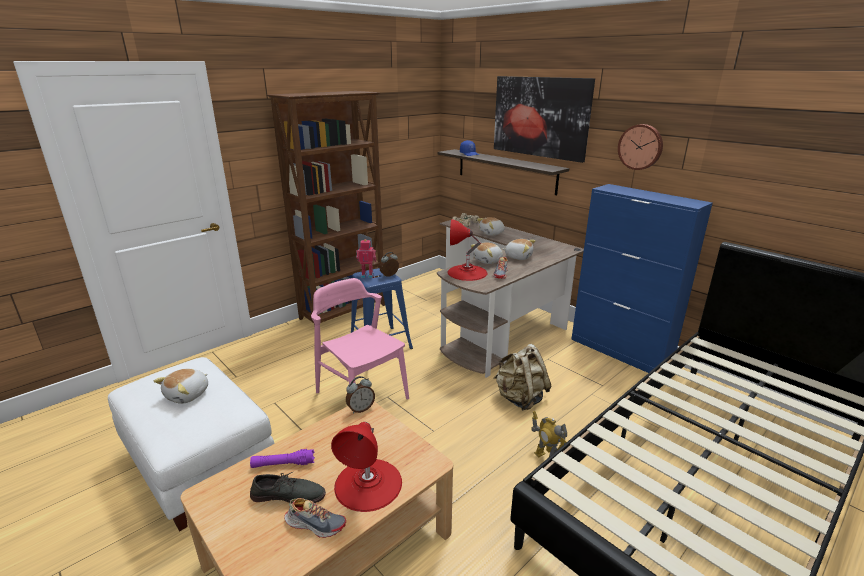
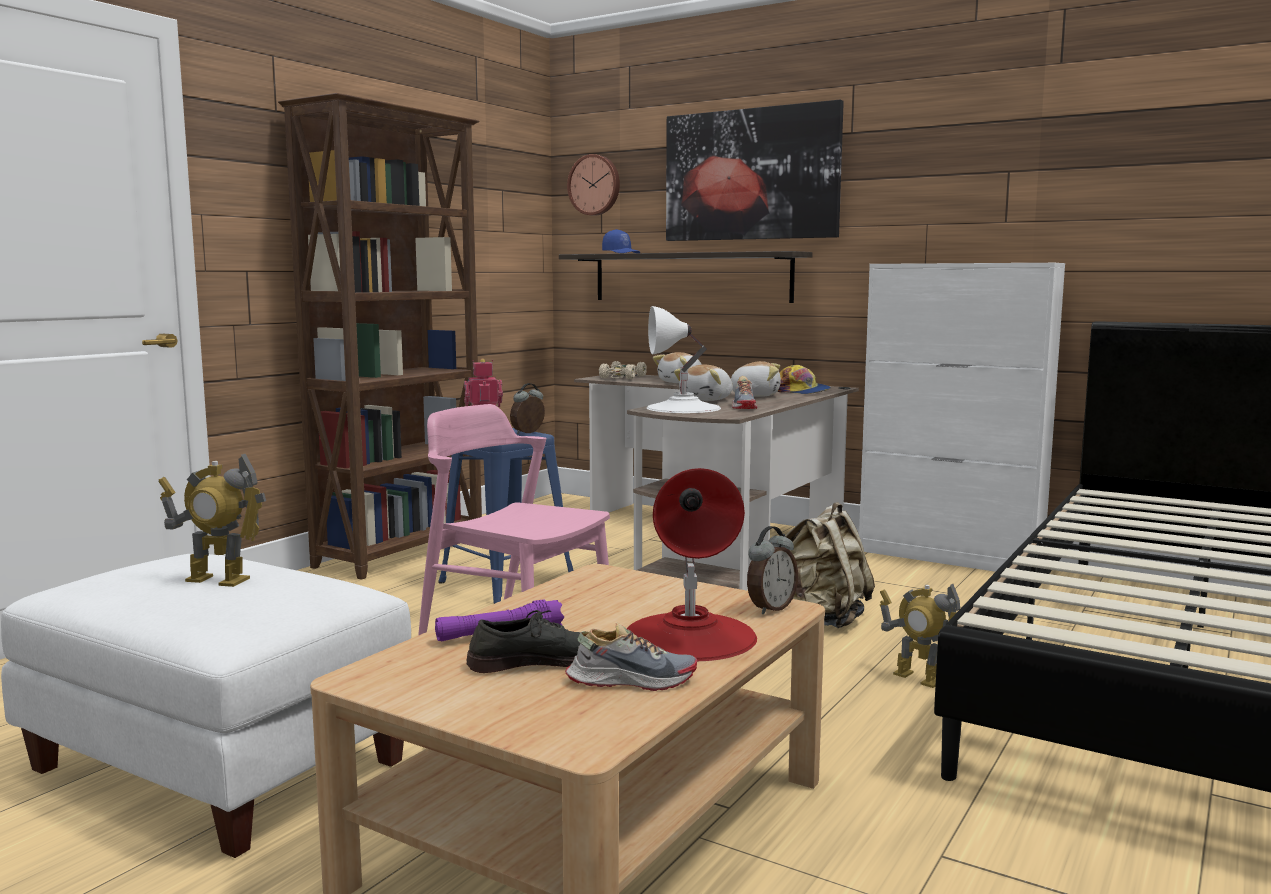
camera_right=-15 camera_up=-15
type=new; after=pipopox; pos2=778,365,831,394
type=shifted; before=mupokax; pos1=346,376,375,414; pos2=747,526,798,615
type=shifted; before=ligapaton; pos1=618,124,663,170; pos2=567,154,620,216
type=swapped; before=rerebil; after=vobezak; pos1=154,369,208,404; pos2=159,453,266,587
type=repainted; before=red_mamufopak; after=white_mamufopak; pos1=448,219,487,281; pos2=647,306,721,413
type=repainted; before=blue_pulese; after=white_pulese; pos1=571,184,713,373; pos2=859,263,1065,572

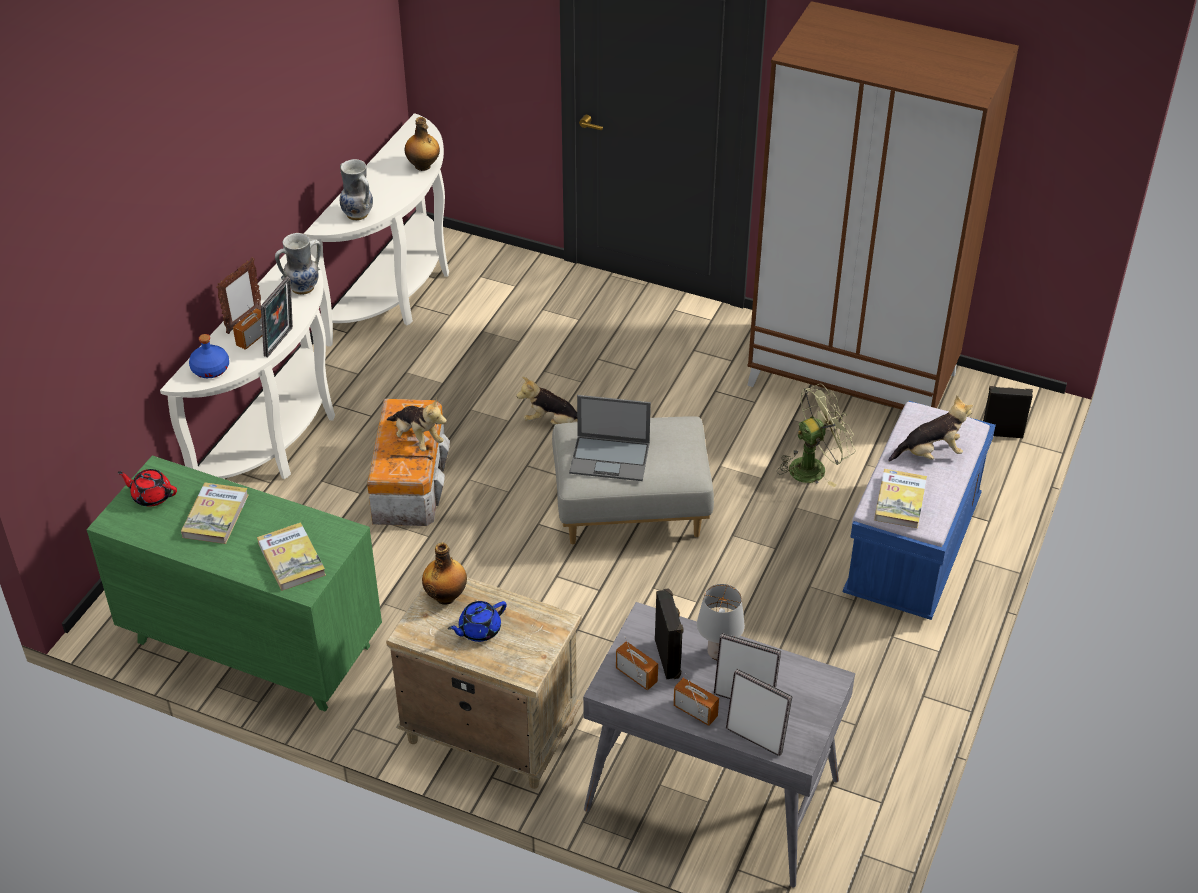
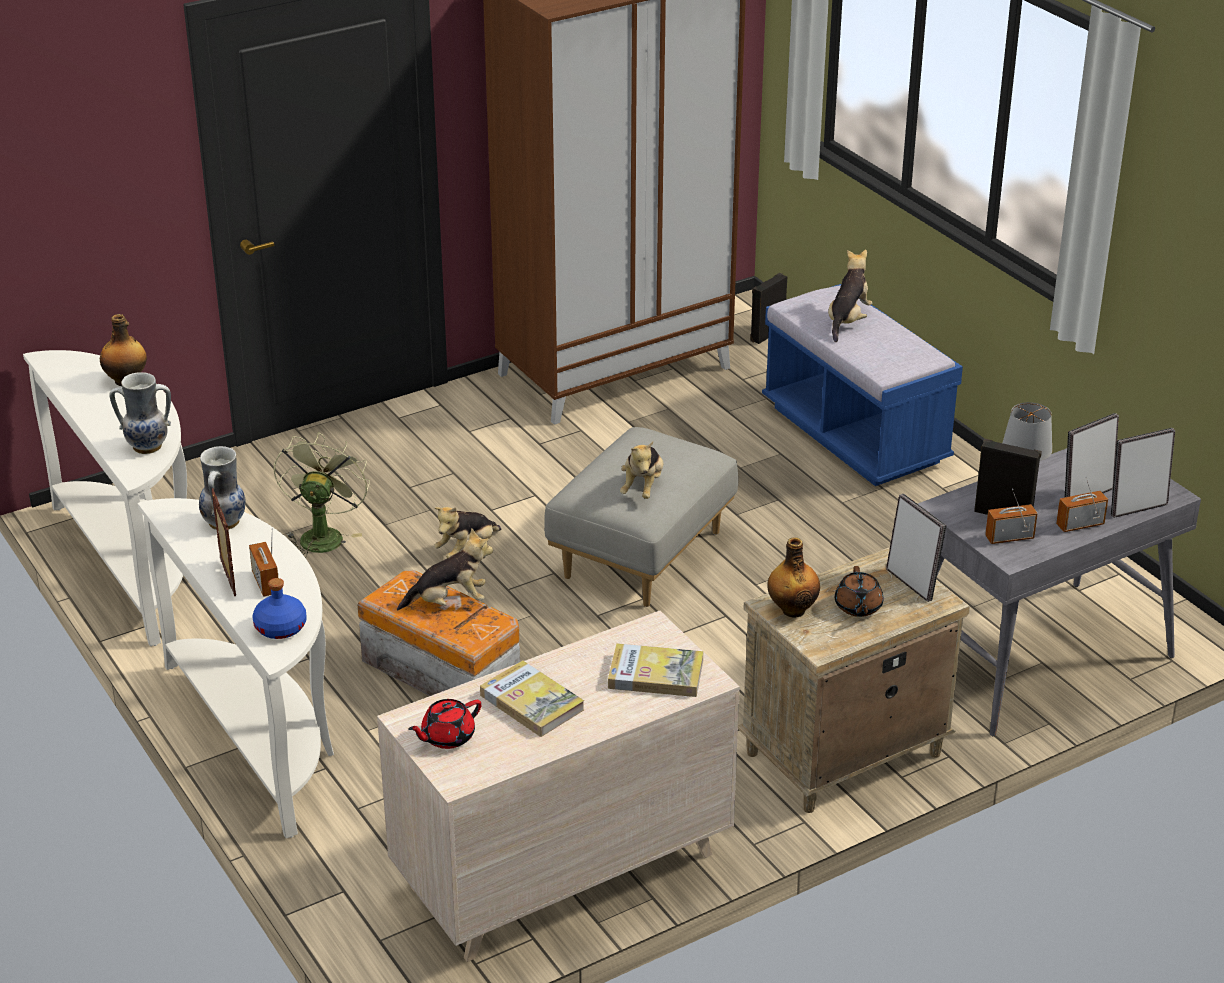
camera_right=-55 camera_up=-10
type=gone; before=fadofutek; pos1=874,469,927,528
type=shifted; before=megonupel; pos1=261,276,293,357; pos2=886,494,947,602
type=shifted; before=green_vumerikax; pos1=777,383,856,487; pos2=274,432,370,558
type=swapped; before=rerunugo; after=rerebil; pos1=569,395,651,481; pos2=620,442,663,499
type=repainted; before=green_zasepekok; after=beige_zasepekok; pos1=86,455,382,712; pos2=377,611,740,962
type=repainted; before=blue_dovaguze; after=brown_dovaguze; pos1=448,601,507,642; pos2=835,566,883,617

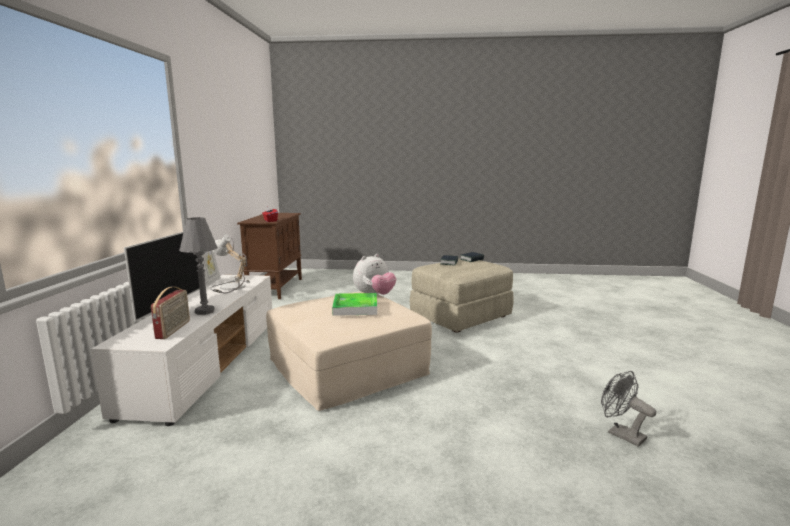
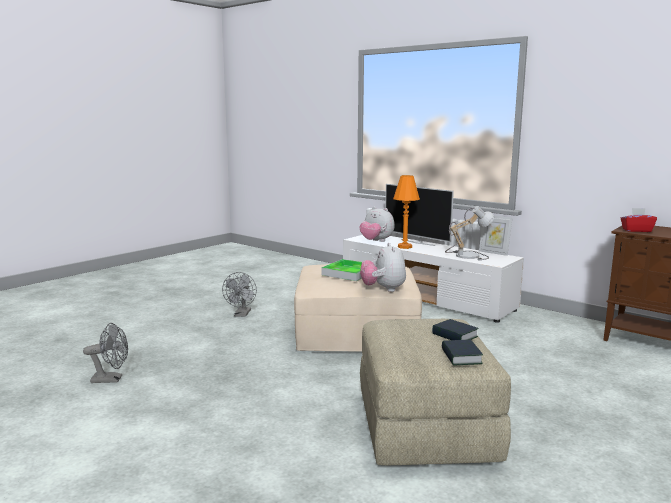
camera_right=125 camera_up=0
type=new; after=grey_vumerikax; pos2=222,272,257,317
type=swapped; before=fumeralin; after=rerebil; pos1=151,287,190,339; pos2=360,207,395,242
type=repainted; before=grey_mamufopak; after=orange_mamufopak; pos1=179,217,217,315; pos2=393,175,420,249

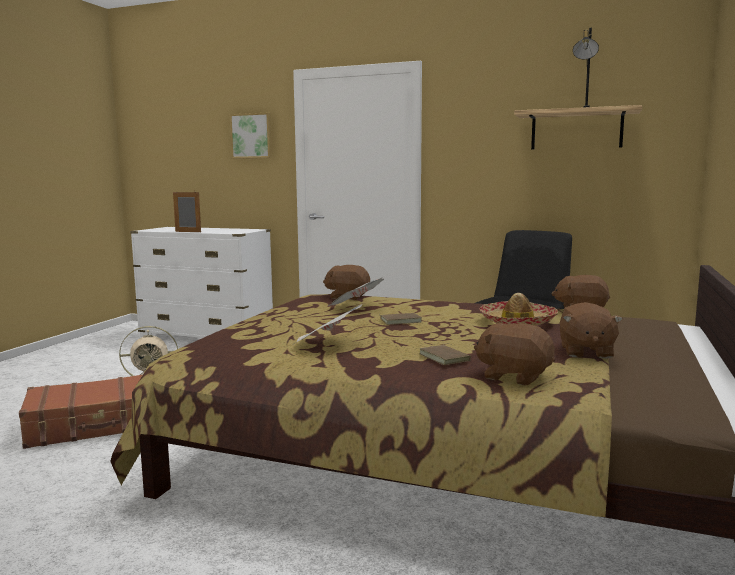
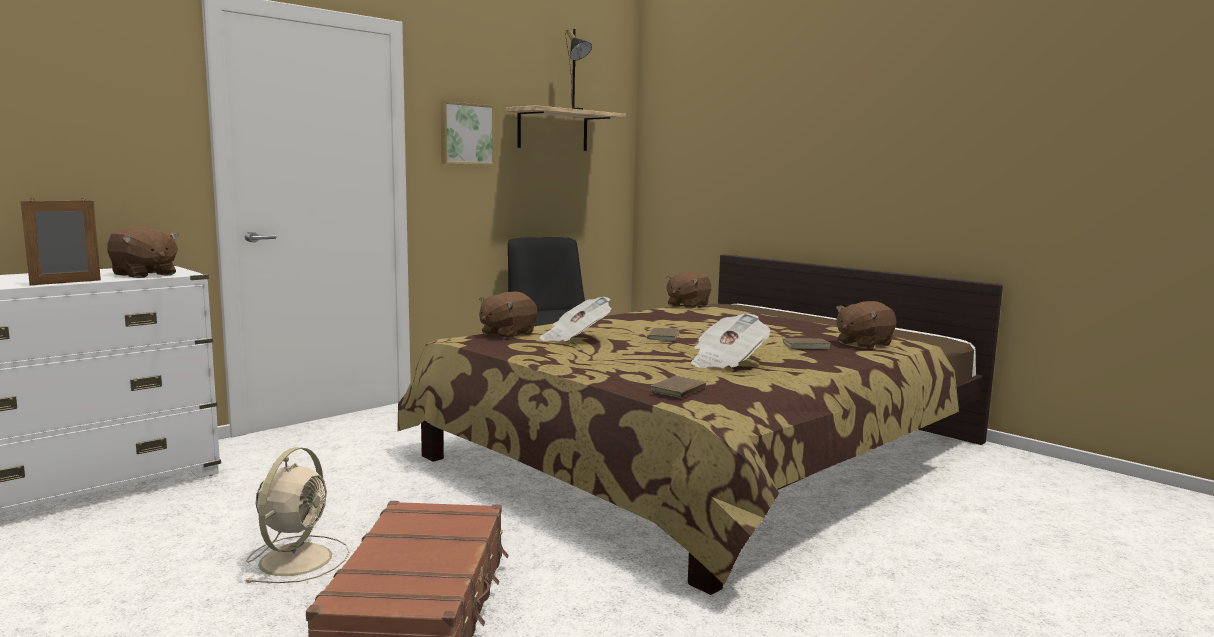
camera_right=-65 camera_up=0
type=gone; before=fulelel; pos1=479,293,558,326
type=new; after=brown_fadofutek; pos2=650,376,716,398
type=shifted; before=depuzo; pos1=230,113,272,159; pos2=440,101,495,165
type=shifted; before=brown_rerebil; pos1=559,302,623,359; pos2=107,226,179,278

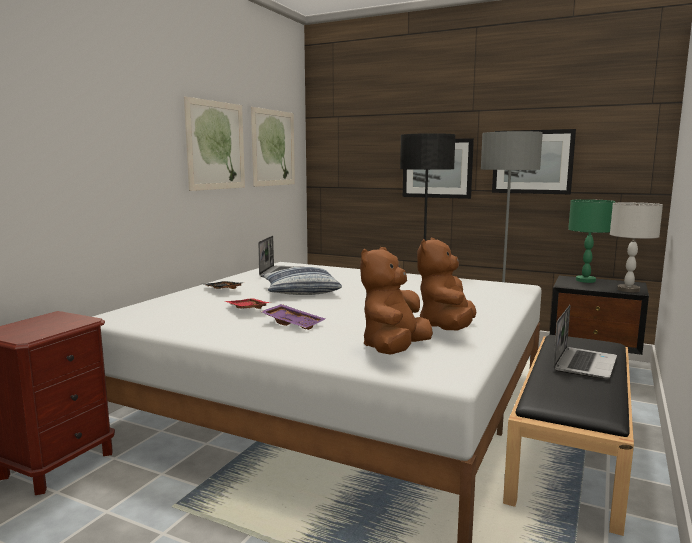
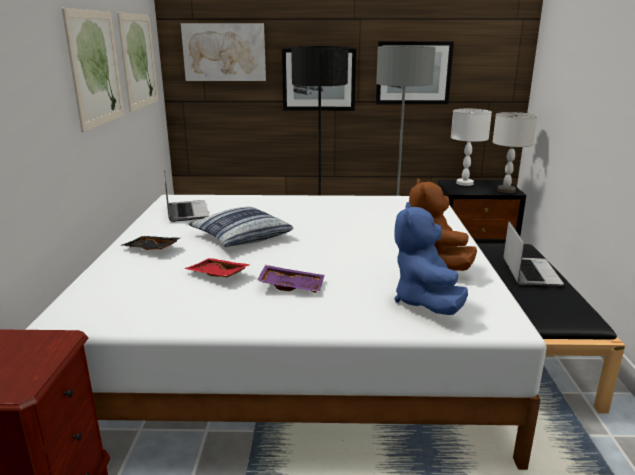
camera_right=-25 camera_up=10
type=new; after=depuzo; pos2=181,23,266,81
type=repainted; before=brown_rerebil; after=blue_rerebil; pos1=360,247,433,354; pos2=394,202,468,315
type=repainted; before=green_mamufopak; after=white_mamufopak; pos1=568,199,615,283; pos2=451,109,492,186

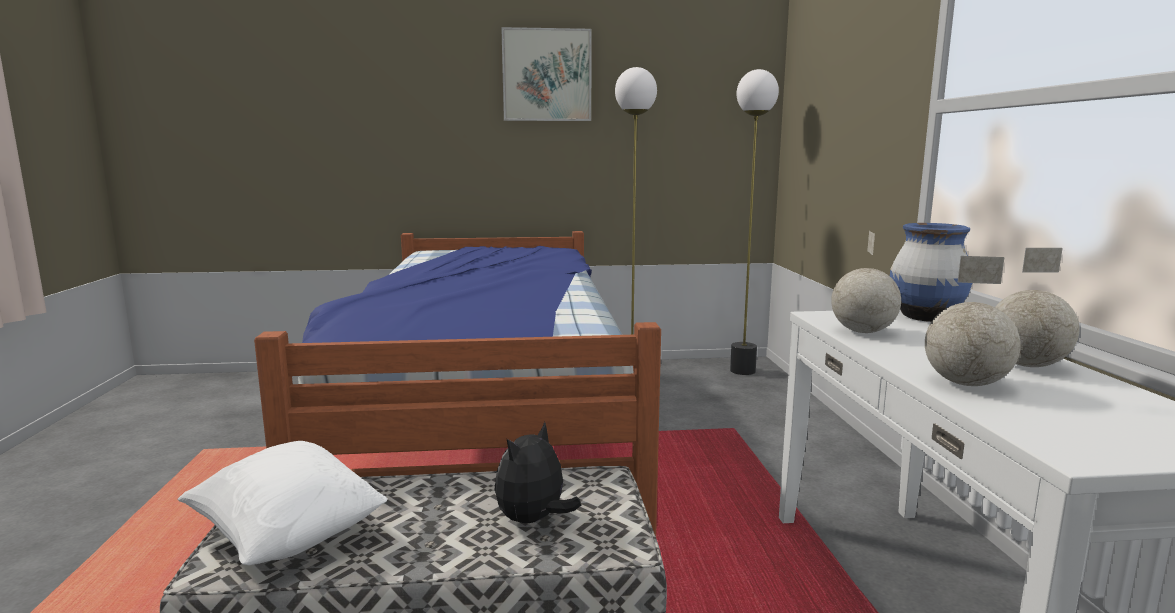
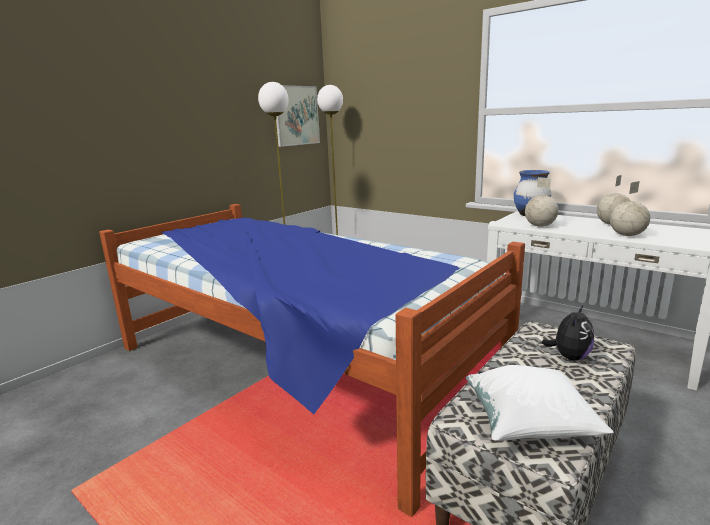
camera_right=-45 camera_up=5
type=shifted; before=depuzo; pos1=501,27,591,121; pos2=276,85,320,147
type=rotated; before=rerebil; pos1=495,422,581,523; pos2=542,306,594,361; turn=-135

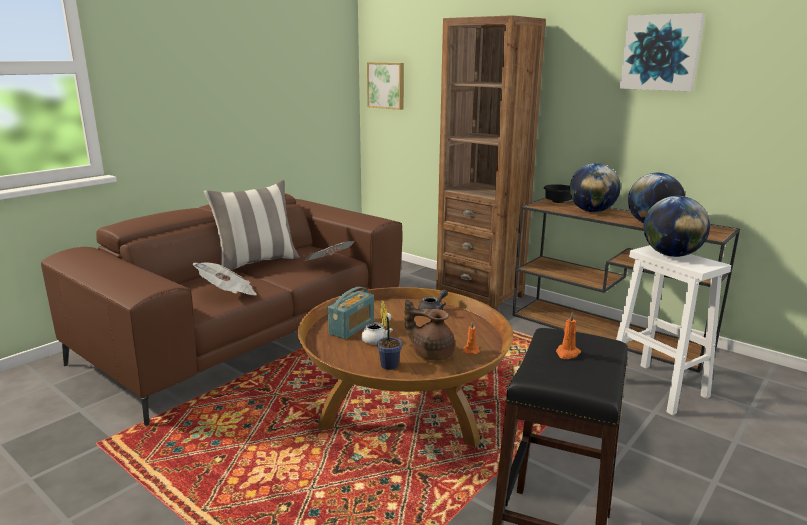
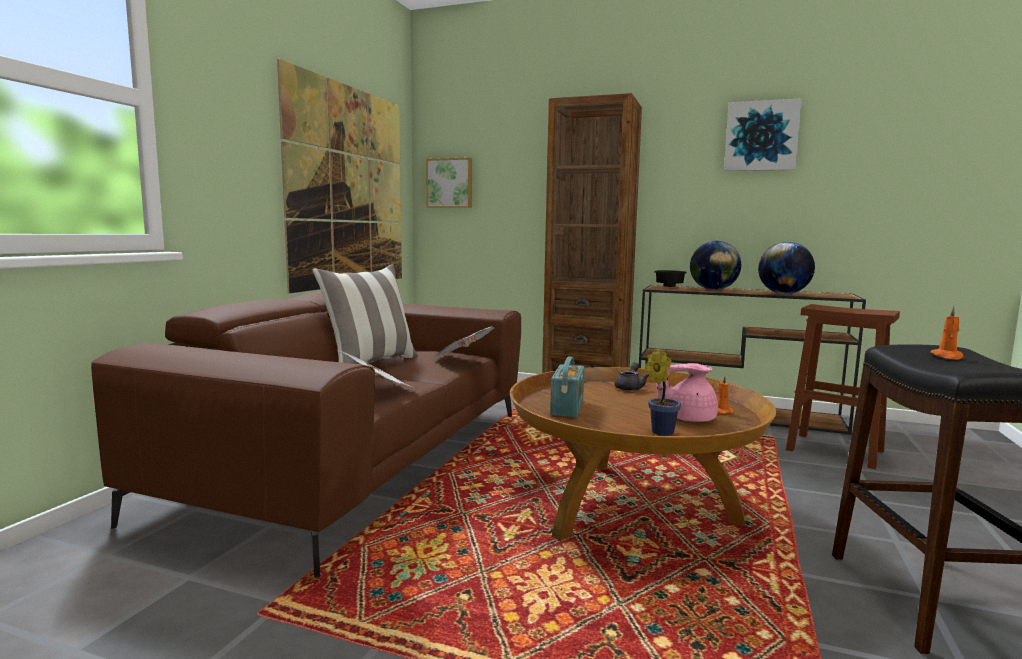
camera_right=-20 camera_up=-10
type=gone; before=white_dovaguze; pos1=361,313,393,344
type=gone; before=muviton; pos1=644,196,710,257
type=new; after=depuzo; pos2=277,59,402,294
type=repainted; before=brown_dovaguze; after=pink_dovaguze; pos1=404,299,455,361; pos2=656,363,718,422
type=repainted; before=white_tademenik; after=brown_tademenik; pos1=616,245,731,415; pos2=786,304,900,469

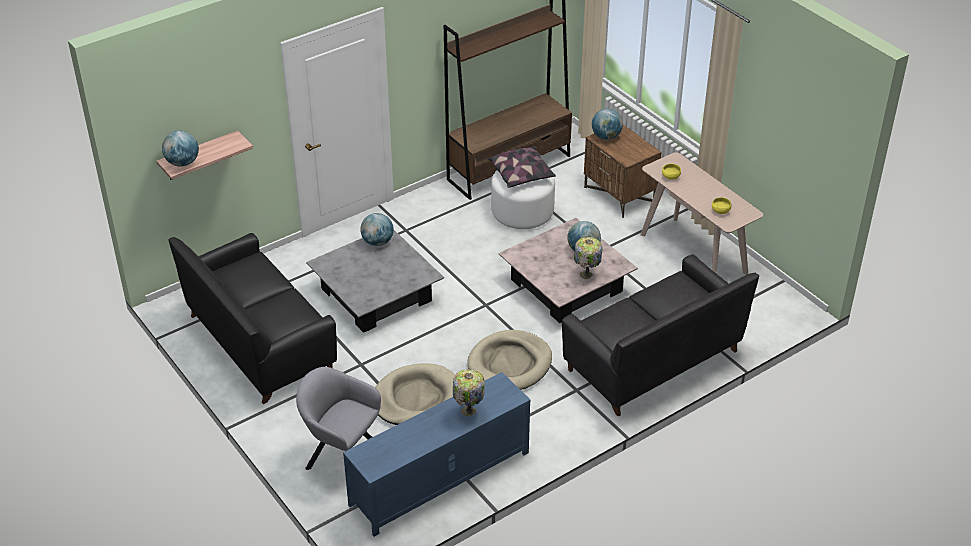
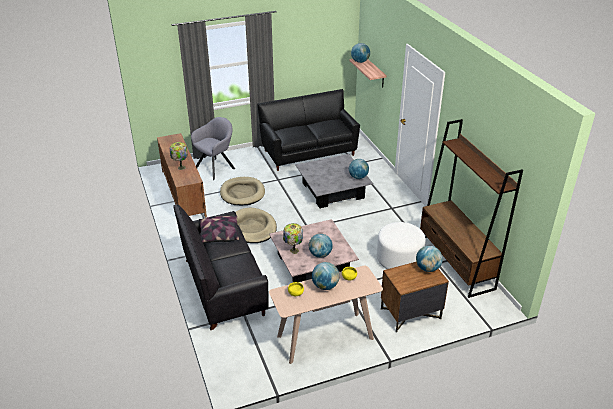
camera_right=105 camera_up=-5
type=new; after=muviton; pos2=312,262,340,290
type=shifted; before=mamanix; pos1=488,147,556,188; pos2=199,215,239,243
type=repainted; before=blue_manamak; after=brown_manamak; pos1=343,372,530,537; pos2=157,133,207,218

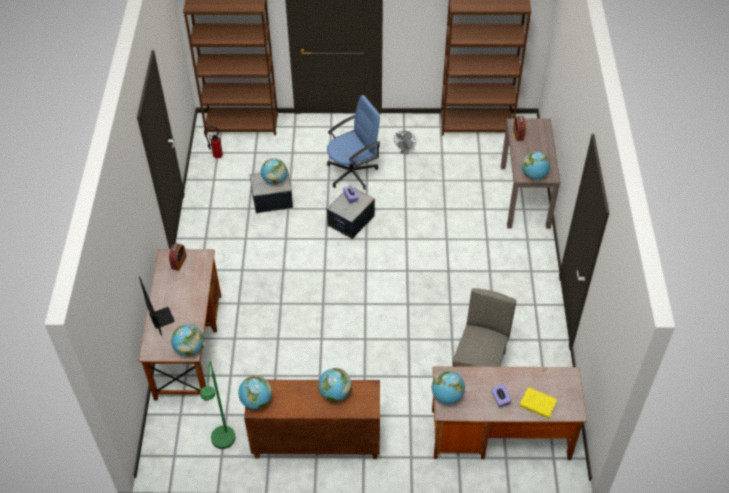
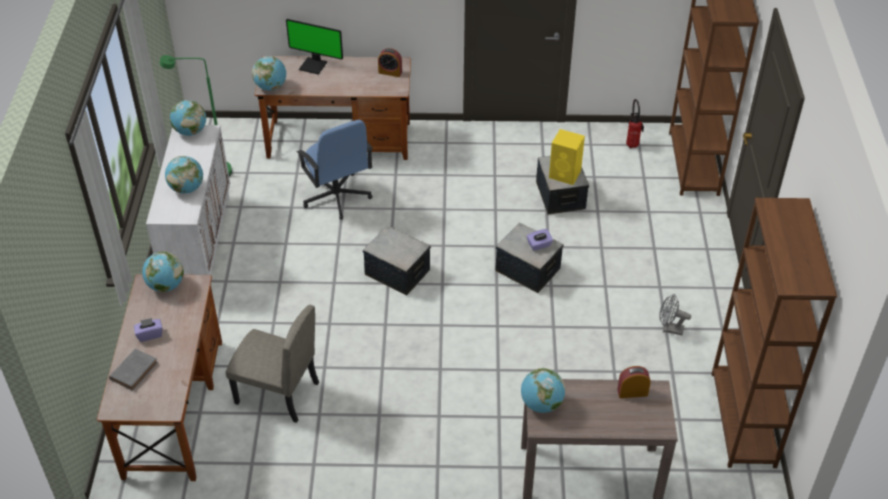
camera_right=90 camera_up=-5
type=new; after=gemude; pos2=363,226,431,295
type=shifted; before=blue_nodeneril; pos1=327,95,380,190; pos2=297,120,373,220
type=swapped; before=muviton; after=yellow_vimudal; pos1=261,158,287,185; pos2=549,129,585,185
type=repainted; before=brown_pulese; after=white_pulese; pos1=244,380,380,459; pos2=146,125,230,275
type=repainted; before=yellow_fadofutek; after=grey_fadofutek; pos1=520,387,557,418; pos2=109,349,158,391
type=rotated; before=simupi; pos1=139,276,175,336; pos2=286,19,343,75; turn=45

